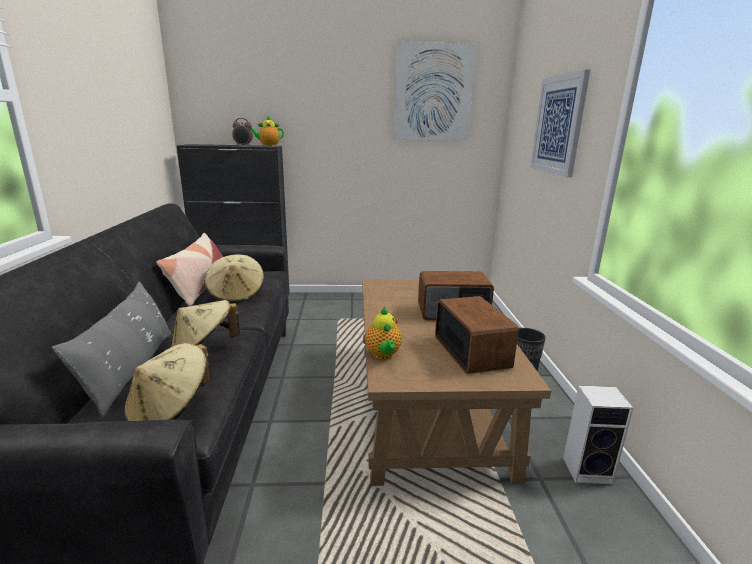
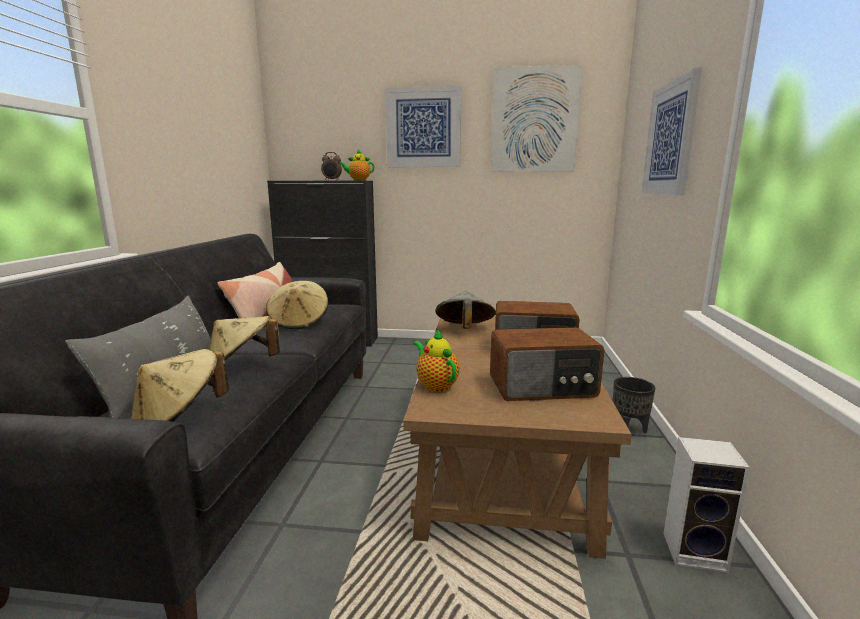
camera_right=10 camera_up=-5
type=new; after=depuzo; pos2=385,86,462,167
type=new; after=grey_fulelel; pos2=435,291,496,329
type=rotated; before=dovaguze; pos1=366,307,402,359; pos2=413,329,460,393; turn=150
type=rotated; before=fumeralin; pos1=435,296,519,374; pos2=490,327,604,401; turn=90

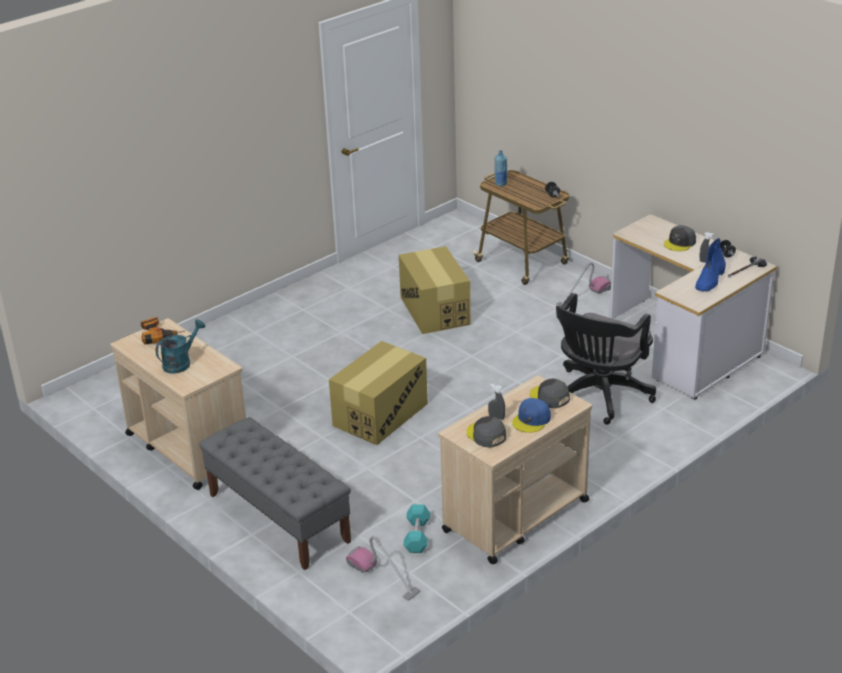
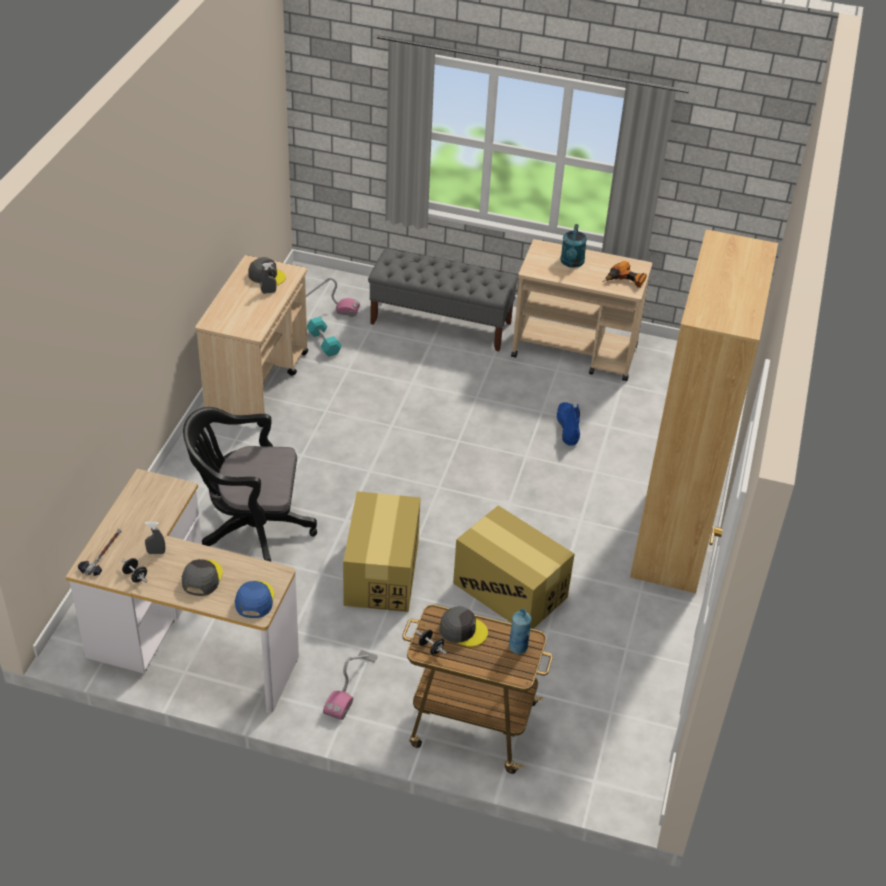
camera_right=145 camera_up=10
type=new; after=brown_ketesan; pos2=630,230,778,593
type=shifted; before=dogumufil; pos1=329,341,428,445; pos2=343,491,421,612
type=shifted; before=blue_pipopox; pos1=512,398,551,433; pos2=235,580,275,618
type=shifted; before=grey_pipopox; pos1=530,378,570,408; pos2=439,606,488,647
type=shifted; before=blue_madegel; pos1=695,238,726,292; pos2=556,402,580,446
type=rotated; before=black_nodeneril; pos1=556,293,656,425; pos2=183,407,317,562; turn=-90

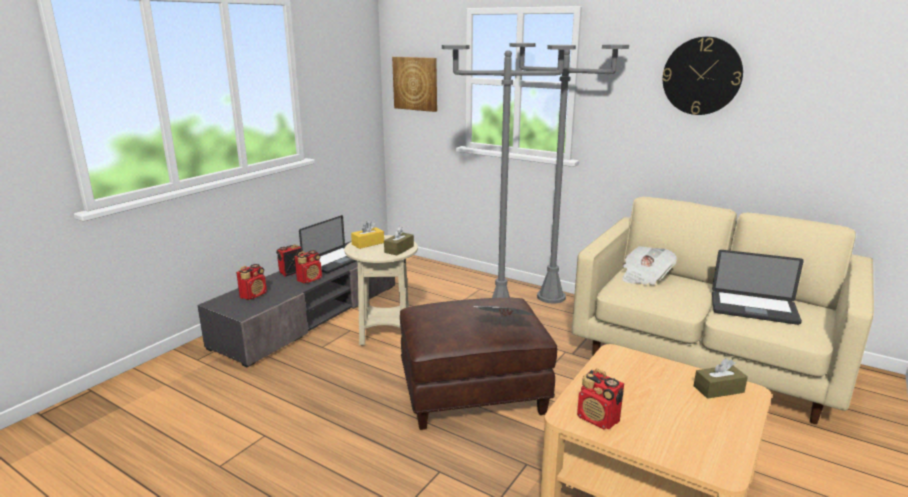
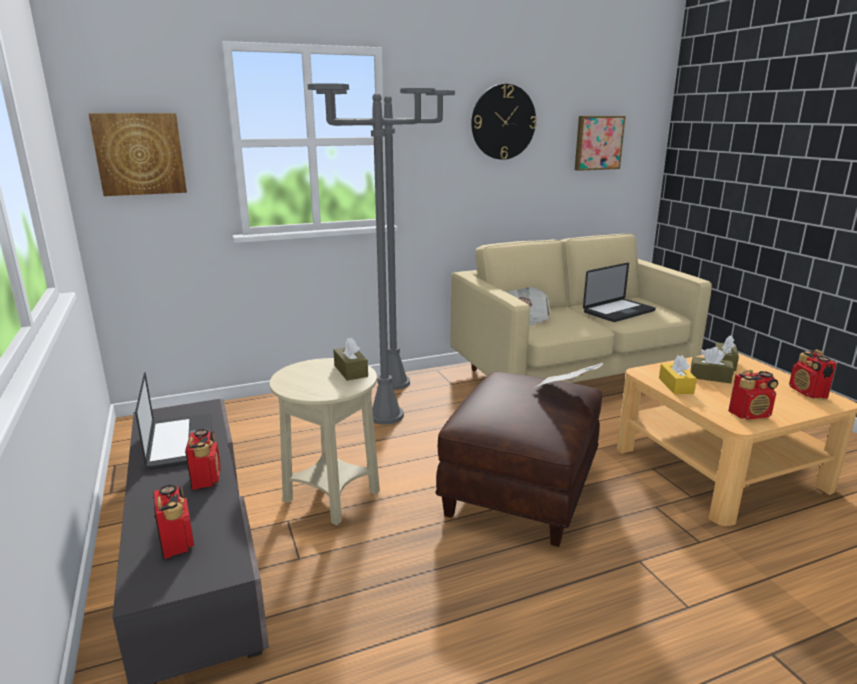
camera_right=-55 camera_up=0
type=new; after=depuzo; pos2=575,116,626,171
type=new; after=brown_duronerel; pos2=690,347,734,383
type=shifted; before=fumeralin; pos1=276,245,302,277; pos2=789,349,837,398
type=shifted; before=yellow_duronerel; pos1=351,220,384,249; pos2=659,355,697,394

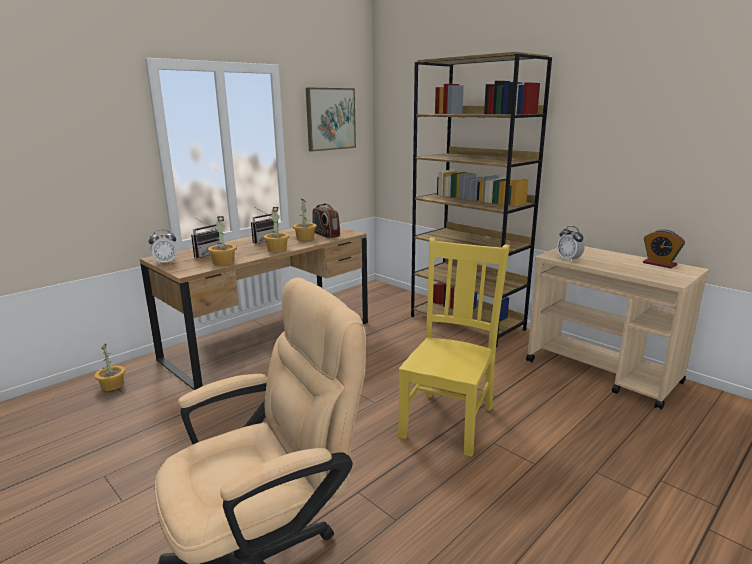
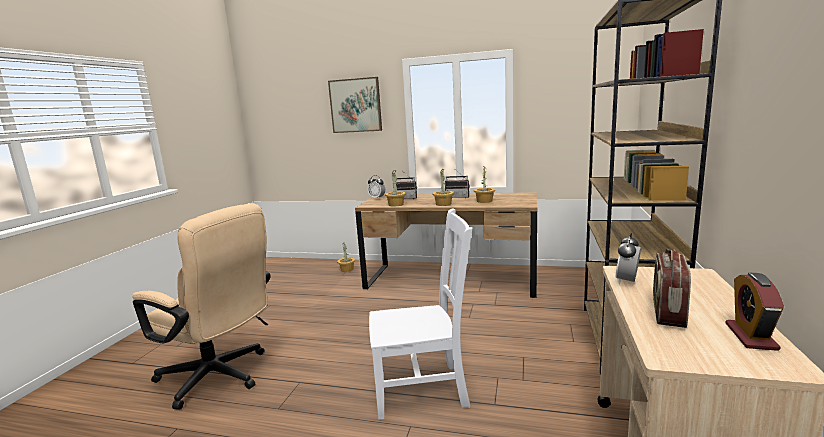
camera_right=60 camera_up=-5
type=shifted; before=depuzo; pos1=306,88,356,152; pos2=328,77,382,133
type=shifted; before=fumeralin; pos1=312,203,340,238; pos2=653,248,691,328
type=repainted; before=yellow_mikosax; after=white_mikosax; pos1=398,237,510,457; pos2=369,208,472,420

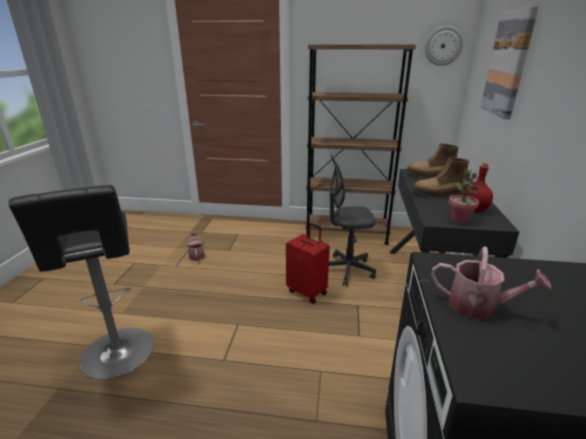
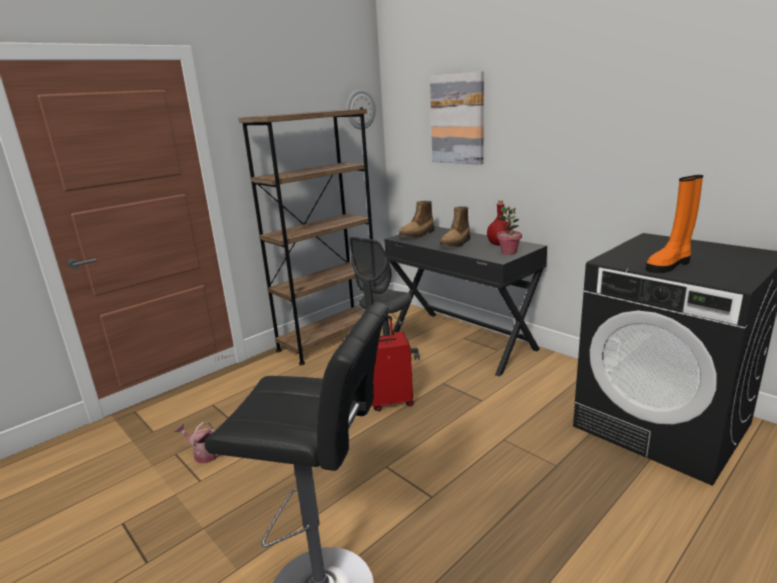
camera_right=-50 camera_up=-5
type=swapped; before=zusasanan; after=orange_madegel; pos1=431,246,552,319; pos2=645,175,703,273

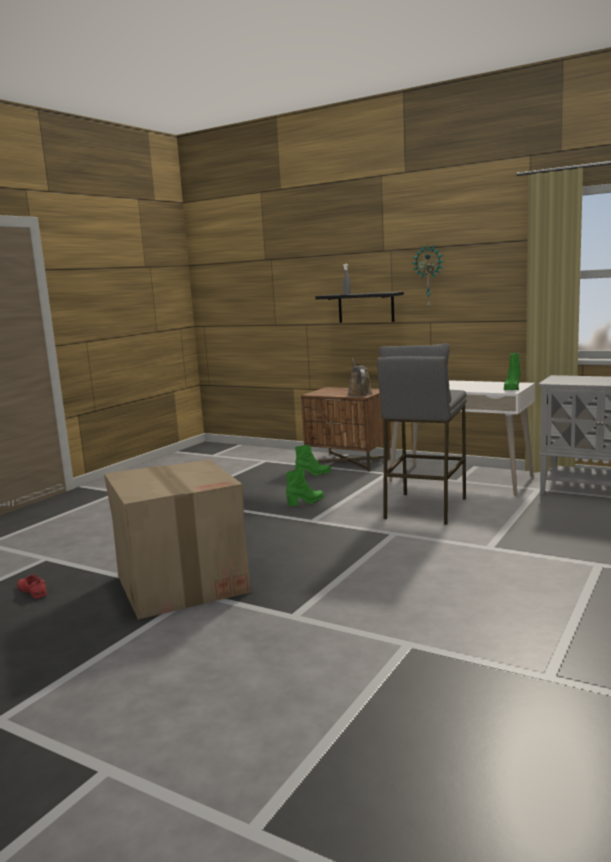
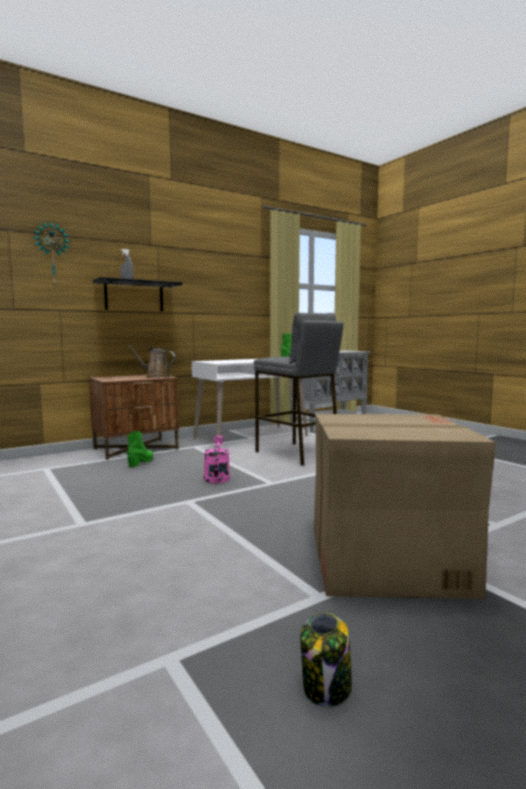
camera_right=-65 camera_up=-5
type=shifted; before=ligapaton; pos1=412,245,445,308; pos2=33,222,71,286
type=swapped; before=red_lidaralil; after=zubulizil; pos1=17,574,47,598; pos2=300,612,352,707
type=swapped; before=green_madegel; after=pink_zusasanan; pos1=286,469,324,506; pos2=204,435,230,483

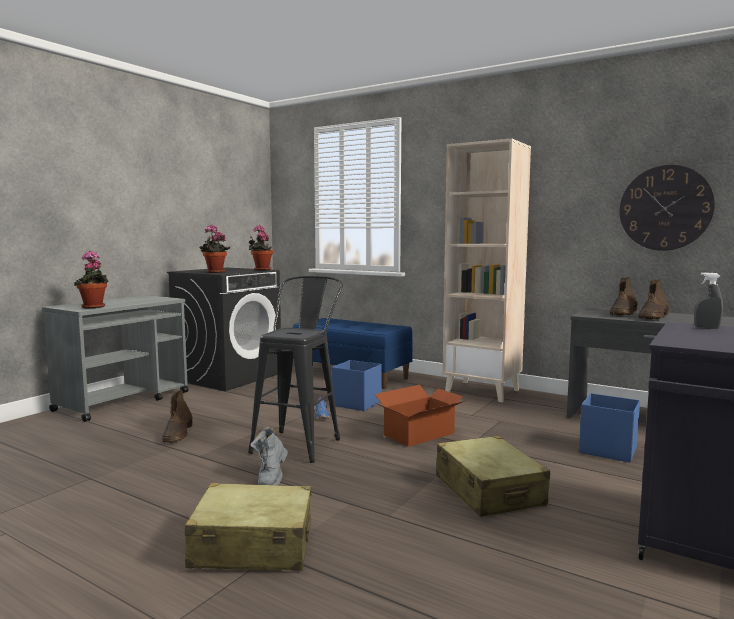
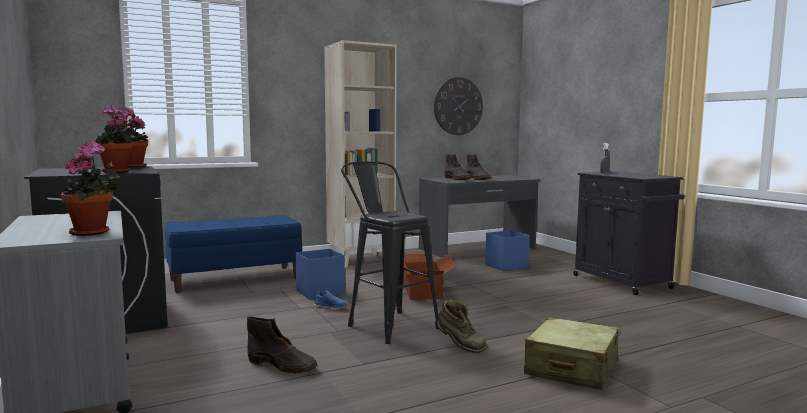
camera_right=-60 camera_up=0
type=gone; before=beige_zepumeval; pos1=436,436,550,517
type=repainted; before=grey_madegel; after=brown_madegel; pos1=250,427,288,485; pos2=437,300,487,353

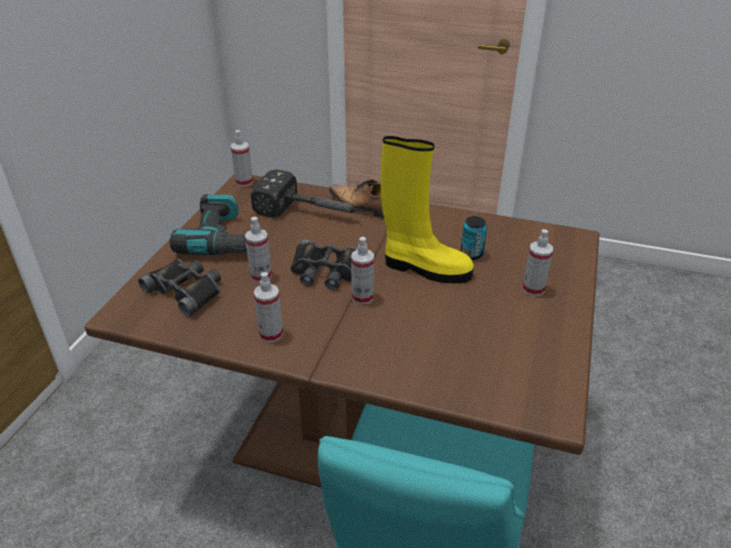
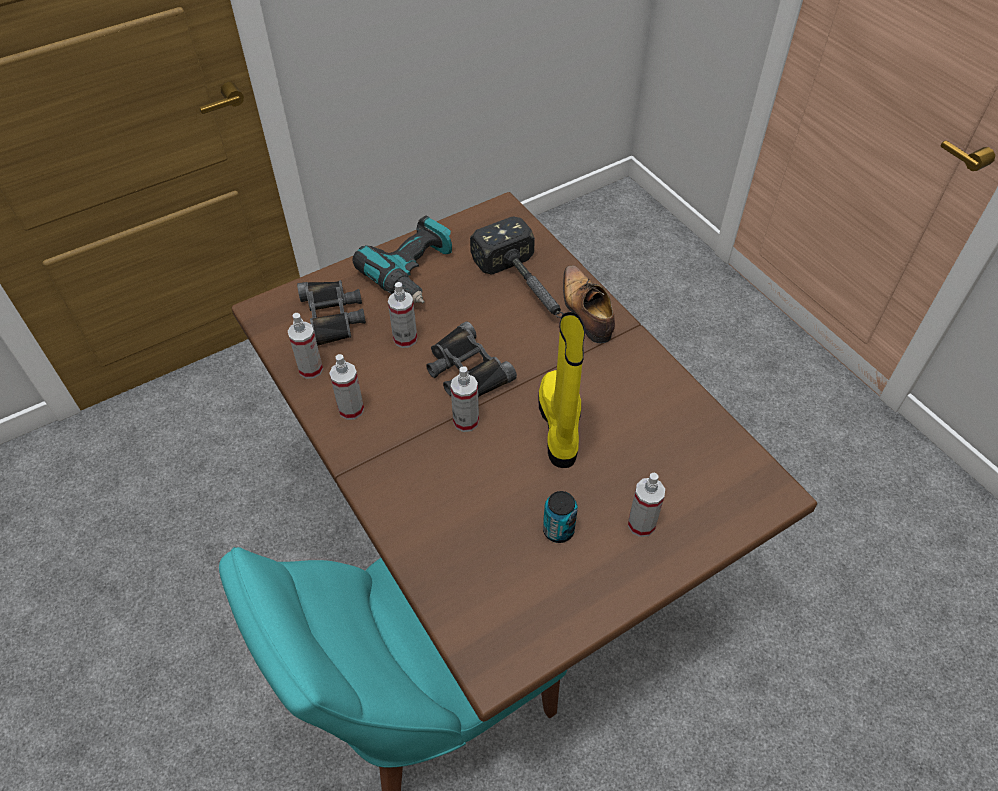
camera_right=40 camera_up=15
type=shifted; before=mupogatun; pos1=231,130,253,187; pos2=288,313,323,379
type=shifted; before=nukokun; pos1=461,216,487,260; pos2=543,491,578,543
type=rotated; before=yellow_madegel; pos1=381,136,474,283; pos2=538,312,585,468; turn=-150

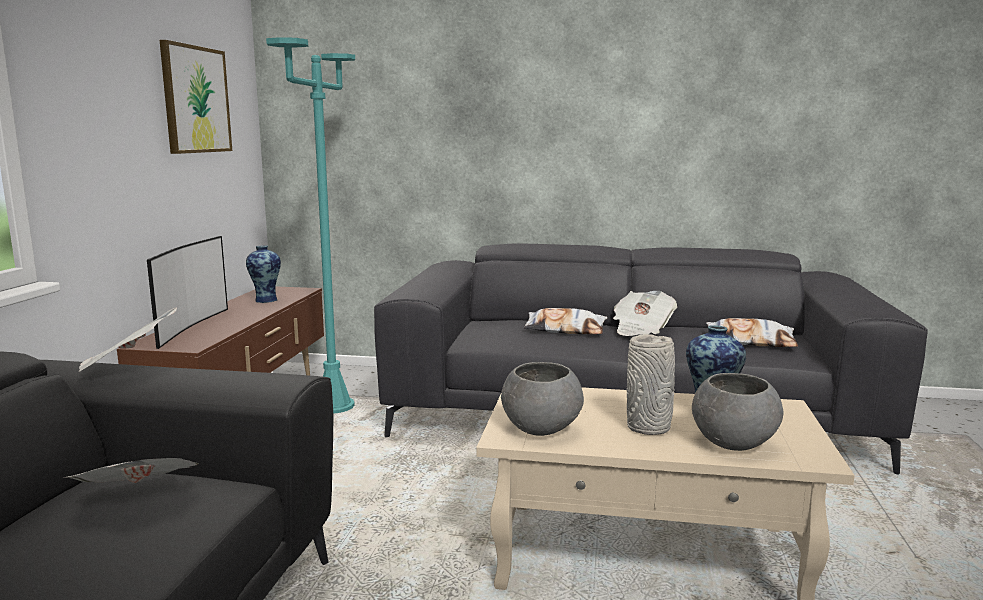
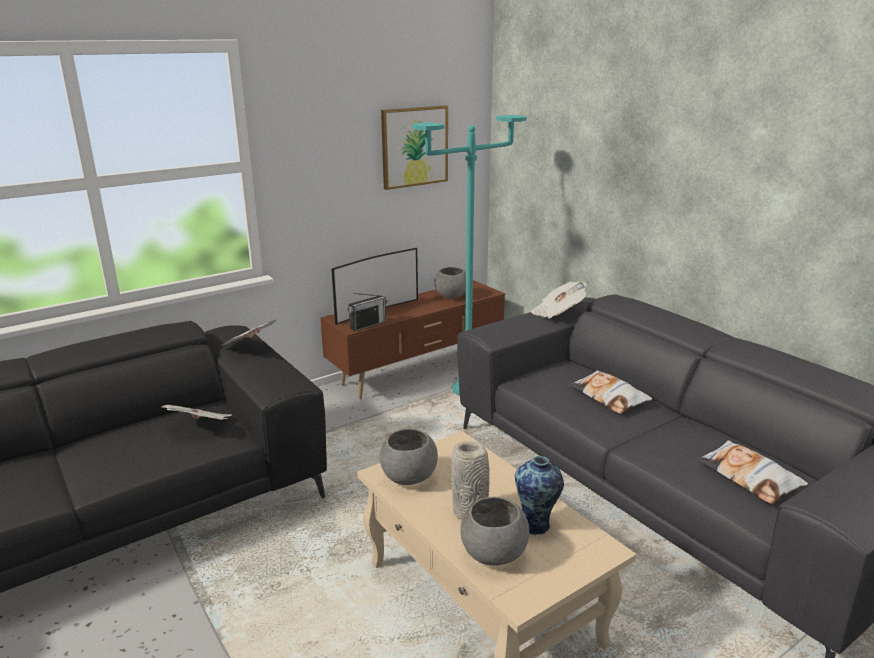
camera_right=45 camera_up=10
type=new; after=fumeralin; pos2=347,293,387,331
type=shifted; before=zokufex; pos1=613,291,677,336; pos2=531,281,587,319
type=swapped; before=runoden; after=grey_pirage; pos1=246,245,281,303; pos2=434,267,466,299

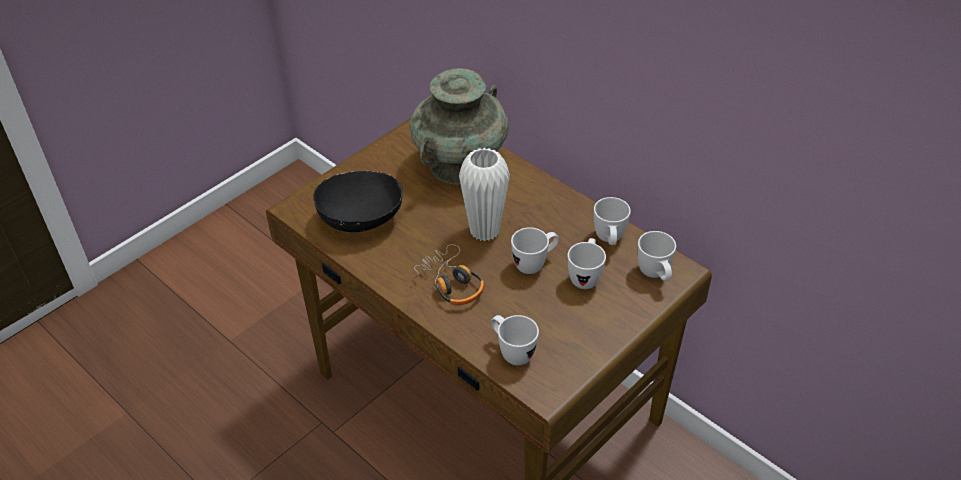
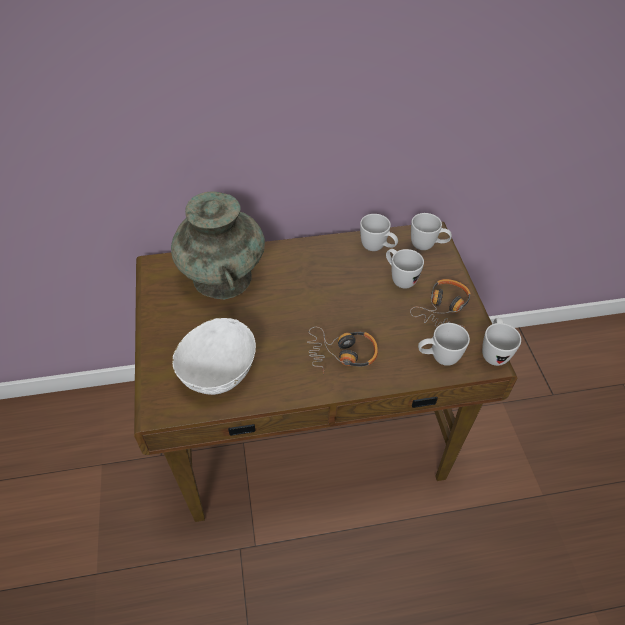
camera_right=-55 camera_up=5
type=gone; before=white_runoden; pos1=459,148,510,241
type=new; after=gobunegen; pos2=410,279,471,328
type=shifted; before=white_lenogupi; pos1=511,227,559,274; pos2=482,318,521,366
type=repainted; before=black_pirage; after=white_pirage; pos1=313,171,403,232; pos2=172,318,256,395

